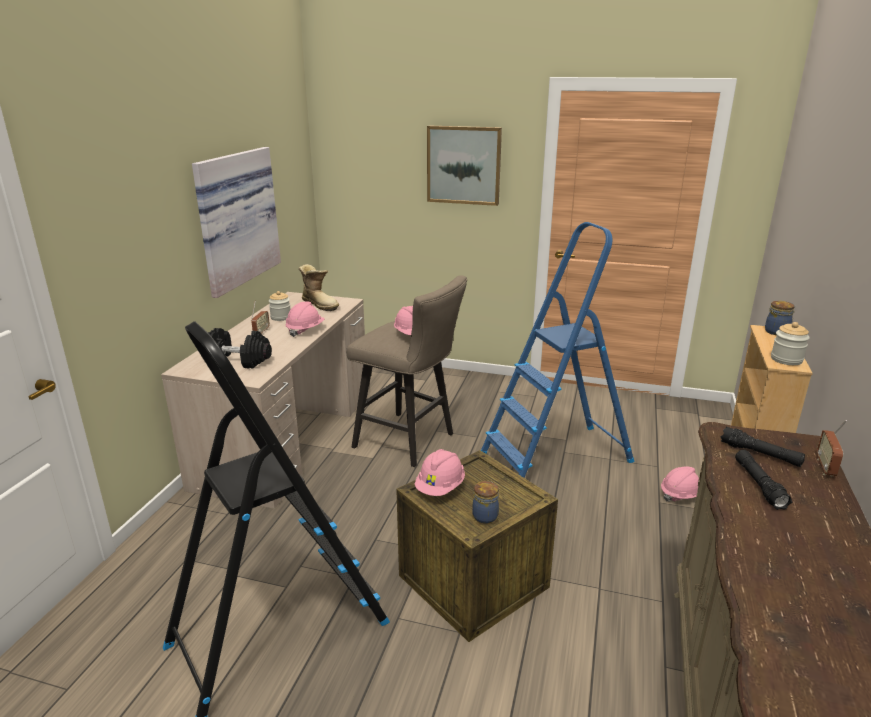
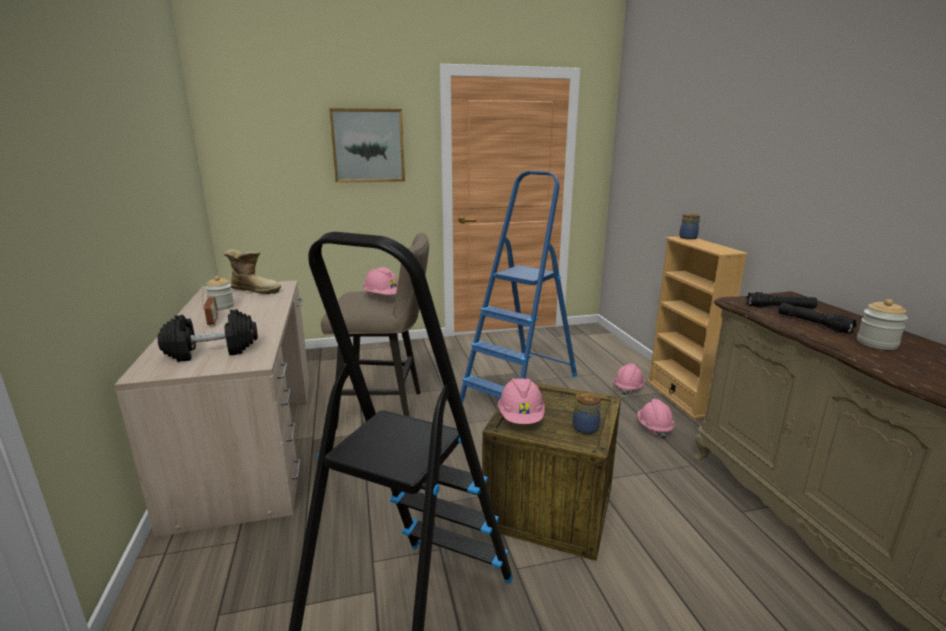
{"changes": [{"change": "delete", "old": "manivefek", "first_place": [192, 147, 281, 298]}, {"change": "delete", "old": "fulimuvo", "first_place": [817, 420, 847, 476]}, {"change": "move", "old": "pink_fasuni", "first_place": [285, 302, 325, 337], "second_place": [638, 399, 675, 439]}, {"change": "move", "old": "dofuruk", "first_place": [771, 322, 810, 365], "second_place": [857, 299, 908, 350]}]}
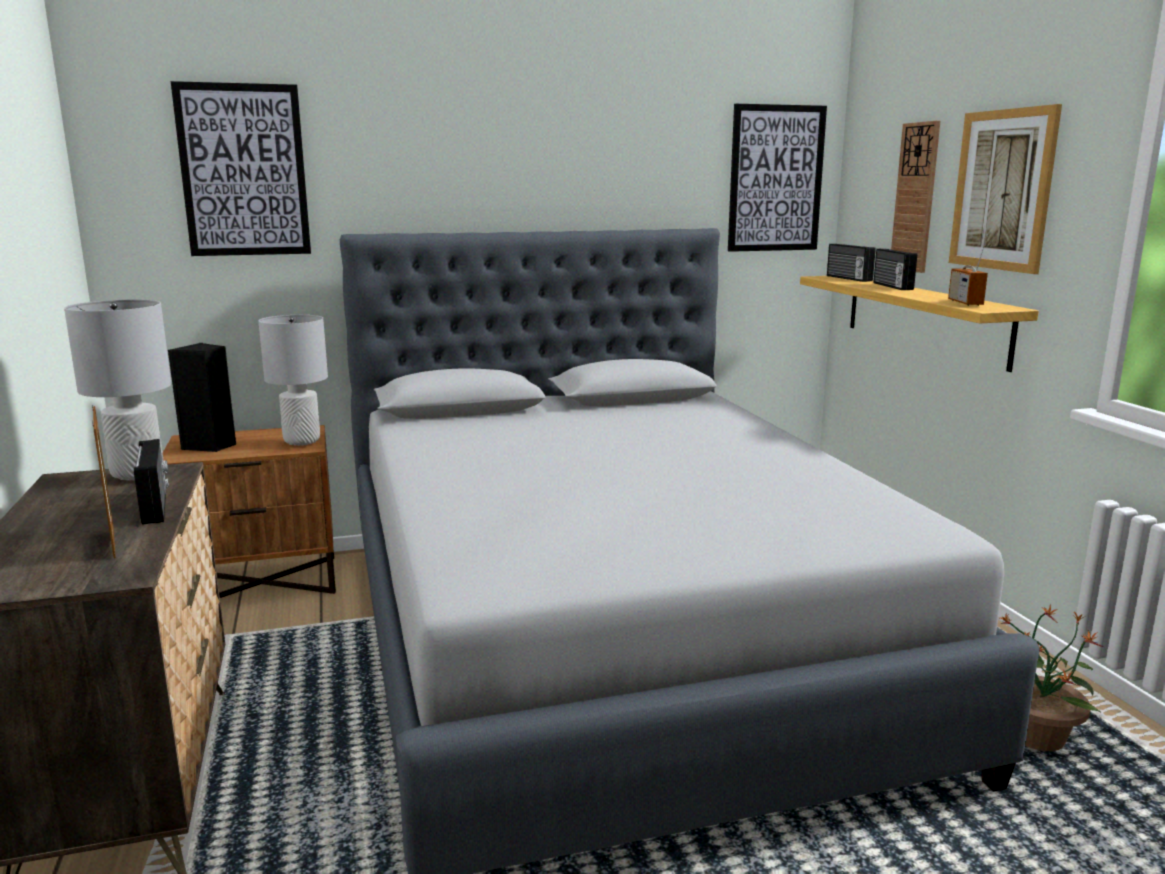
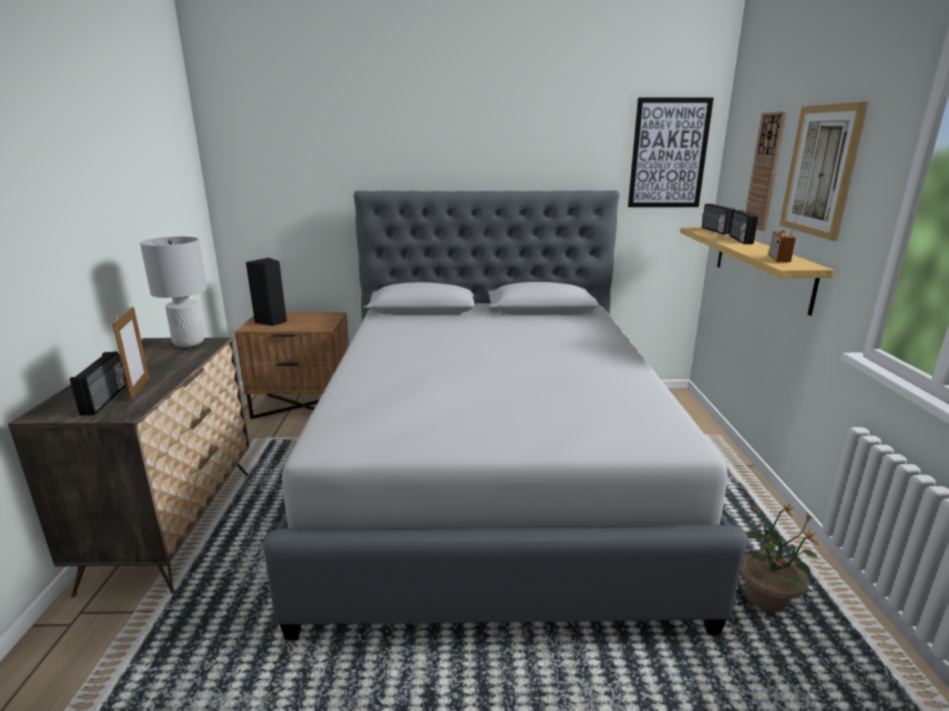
{"changes": [{"change": "delete", "old": "manivefek", "first_place": [171, 81, 311, 256]}, {"change": "delete", "old": "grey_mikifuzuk", "first_place": [258, 315, 328, 446]}, {"change": "move", "old": "fulimuvo", "first_place": [134, 439, 169, 525], "second_place": [70, 351, 126, 416]}]}
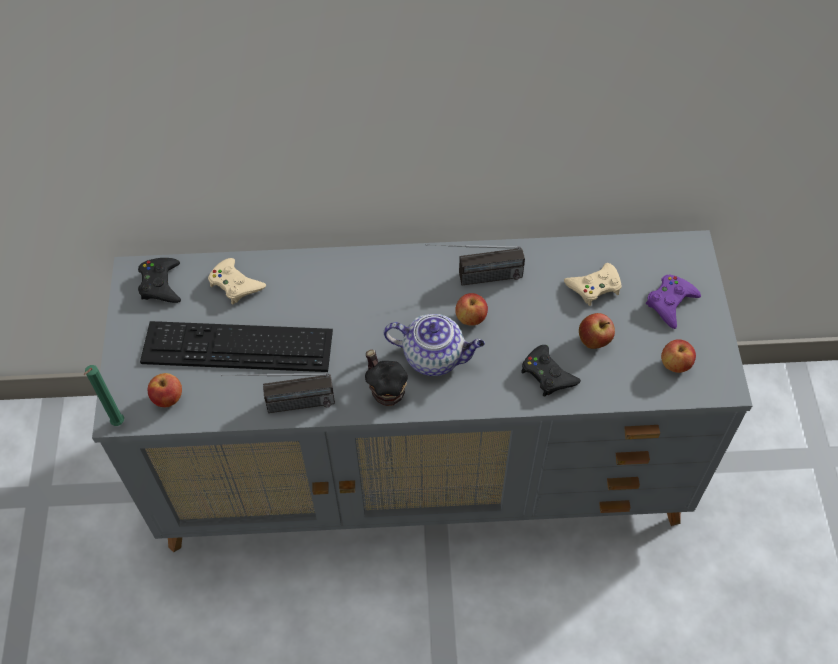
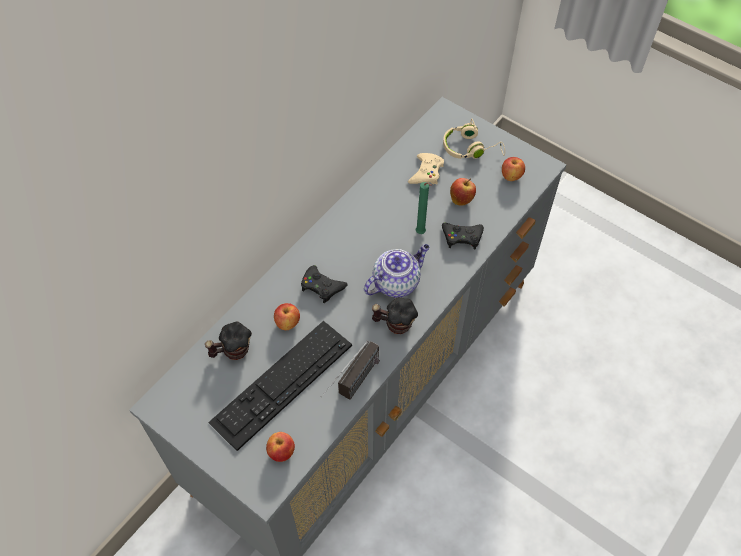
{"changes": [{"change": "delete", "old": "fulimuvo", "first_place": [426, 244, 525, 285]}, {"change": "move", "old": "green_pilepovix", "first_place": [84, 365, 124, 426], "second_place": [416, 182, 432, 234]}, {"change": "move", "old": "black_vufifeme", "first_place": [138, 258, 181, 303], "second_place": [301, 265, 348, 303]}, {"change": "move", "old": "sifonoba", "first_place": [455, 293, 488, 326], "second_place": [274, 303, 300, 330]}, {"change": "replace", "old": "beige_vufifeme", "new": "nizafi", "first_place": [208, 258, 266, 305], "second_place": [205, 322, 252, 360]}, {"change": "replace", "old": "purple_vufifeme", "new": "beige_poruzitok", "first_place": [646, 275, 701, 329], "second_place": [443, 119, 505, 159]}]}
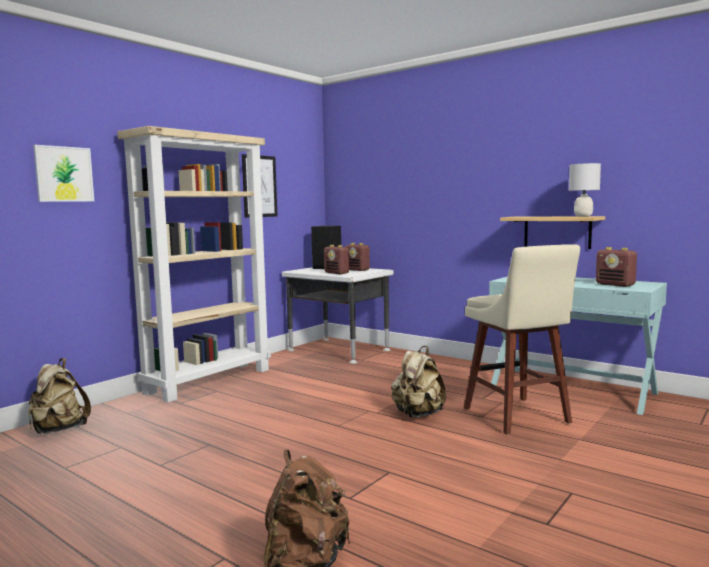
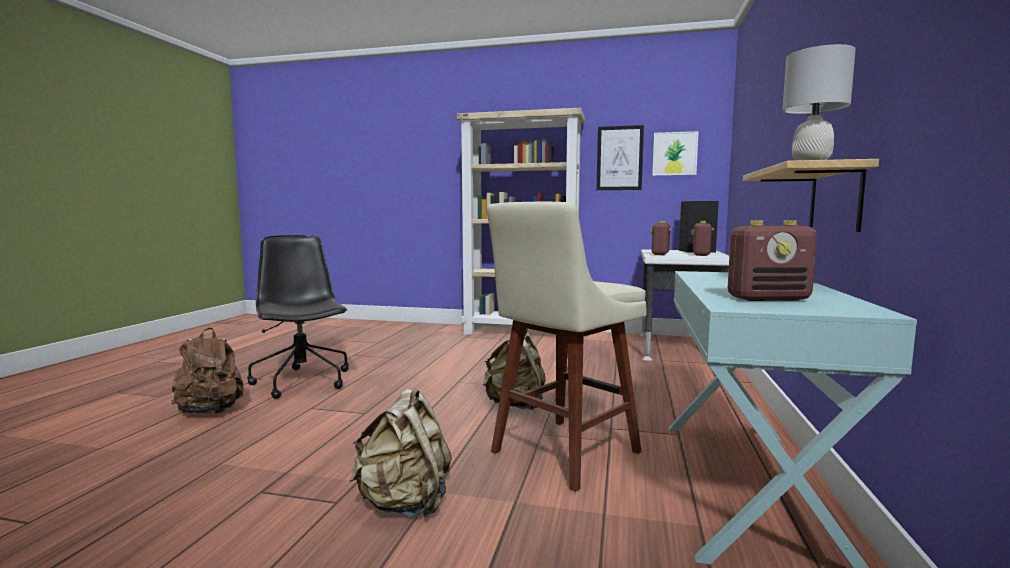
{"changes": [{"change": "insert", "new": "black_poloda", "second_place": [247, 235, 349, 399]}, {"change": "move", "old": "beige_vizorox", "first_place": [28, 358, 91, 434], "second_place": [349, 389, 452, 518]}, {"change": "move", "old": "manivefek", "first_place": [33, 145, 94, 202], "second_place": [652, 131, 699, 176]}, {"change": "rotate", "old": "fulimuvo", "first_place": [596, 247, 637, 287], "second_place": [728, 220, 817, 301], "degrees": -120}]}
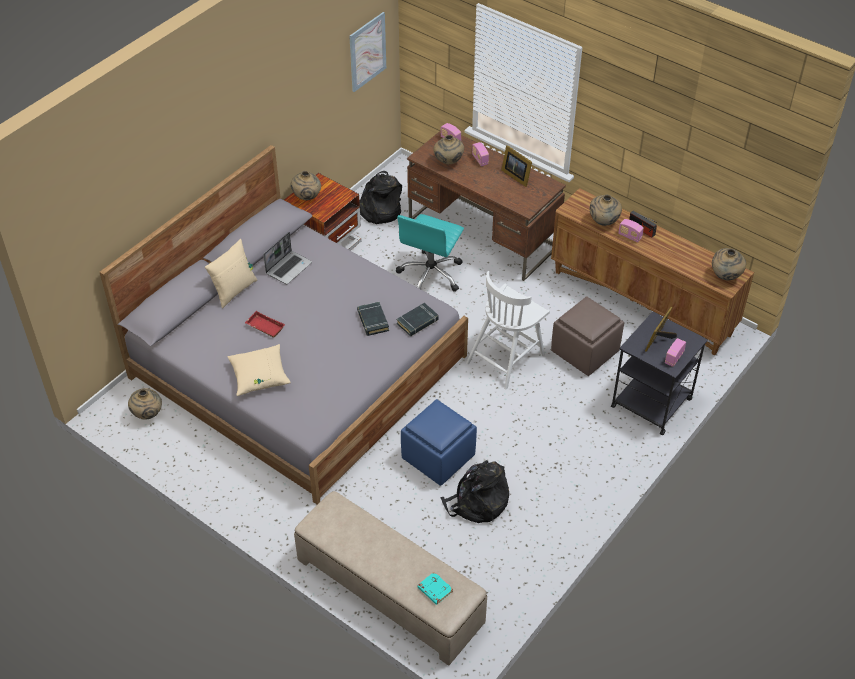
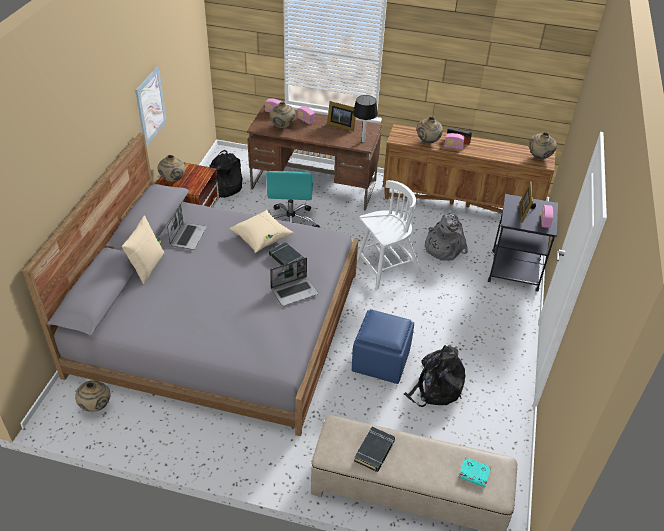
{"changes": [{"change": "delete", "old": "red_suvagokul", "first_place": [245, 311, 285, 337]}, {"change": "insert", "new": "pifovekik", "second_place": [270, 258, 318, 306]}, {"change": "insert", "new": "mikifuzuk", "second_place": [353, 95, 378, 142]}, {"change": "move", "old": "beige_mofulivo", "first_place": [228, 344, 291, 396], "second_place": [229, 210, 294, 253]}, {"change": "move", "old": "manivefek", "first_place": [349, 12, 386, 92], "second_place": [135, 67, 167, 146]}, {"change": "move", "old": "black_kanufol", "first_place": [397, 303, 439, 336], "second_place": [354, 427, 395, 472]}, {"change": "replace", "old": "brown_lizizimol", "new": "grey_vizorox", "first_place": [551, 296, 624, 376], "second_place": [424, 213, 468, 261]}, {"change": "rotate", "old": "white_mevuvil", "first_place": [466, 271, 550, 389], "second_place": [357, 180, 422, 289], "degrees": -135}]}
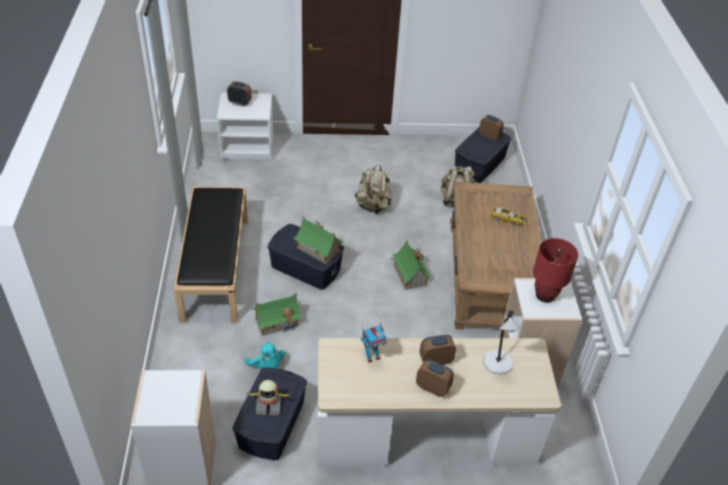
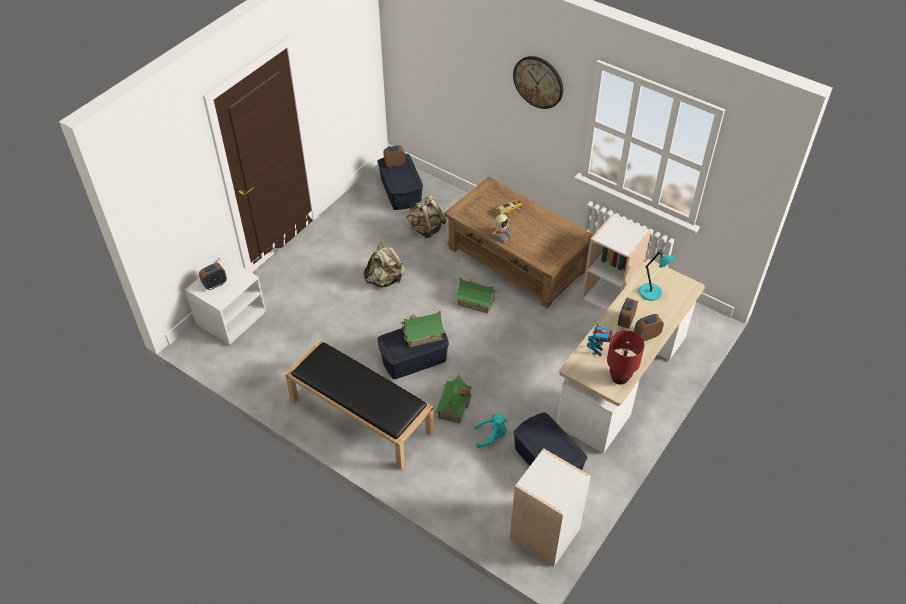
{"changes": [{"change": "insert", "new": "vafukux", "second_place": [513, 56, 563, 109]}, {"change": "move", "old": "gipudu", "first_place": [247, 380, 292, 415], "second_place": [490, 214, 514, 243]}, {"change": "move", "old": "red_mikifuzuk", "first_place": [533, 238, 578, 303], "second_place": [607, 330, 645, 385]}, {"change": "recolor", "old": "grey_mikifuzuk", "new": "turquoise_mikifuzuk", "first_place": [483, 311, 524, 374], "second_place": [639, 250, 675, 301]}]}
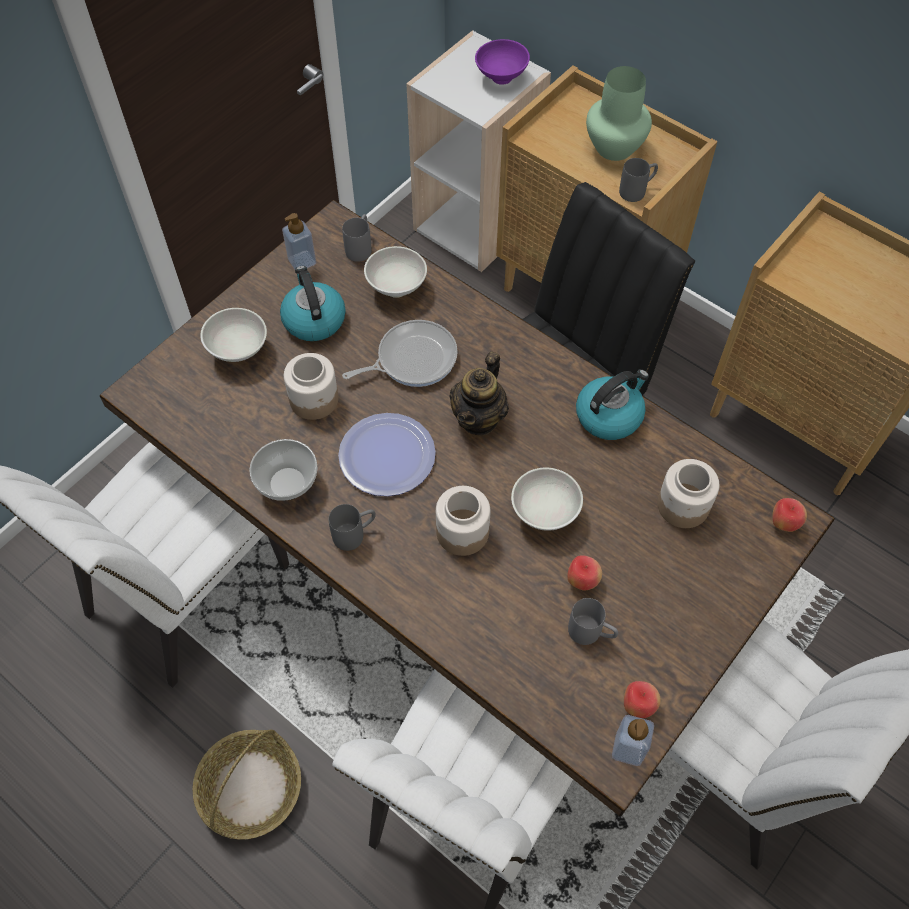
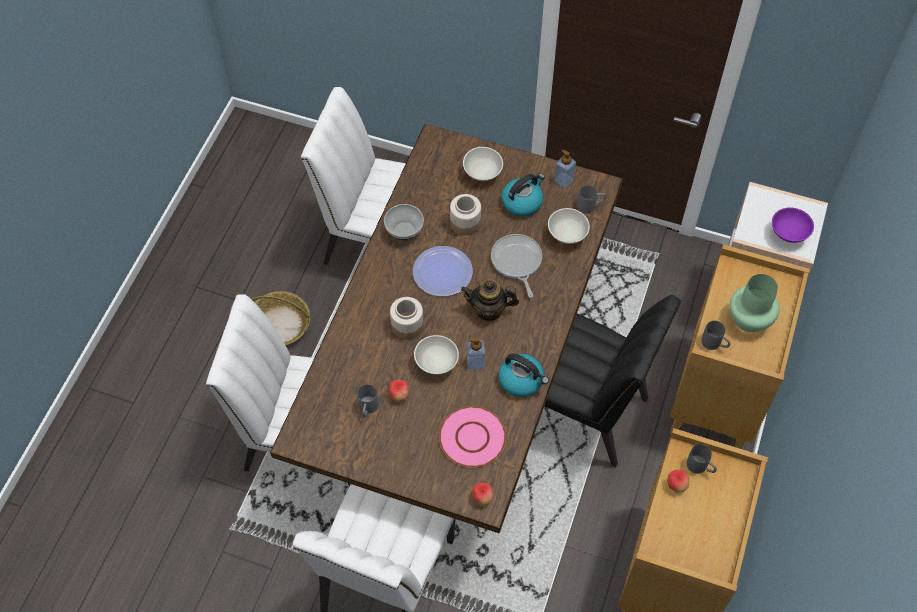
{"changes": [{"change": "move", "old": "grey_nizafi", "first_place": [329, 504, 376, 551], "second_place": [687, 444, 717, 474]}, {"change": "move", "old": "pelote", "first_place": [612, 715, 654, 766], "second_place": [467, 337, 485, 370]}, {"change": "move", "old": "sifonoba", "first_place": [624, 681, 661, 718], "second_place": [667, 470, 689, 493]}, {"change": "replace", "old": "dofuruk", "new": "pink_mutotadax", "first_place": [658, 459, 719, 528], "second_place": [439, 406, 506, 468]}, {"change": "rotate", "old": "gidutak", "first_place": [342, 320, 458, 387], "second_place": [491, 234, 542, 298], "degrees": -150}]}
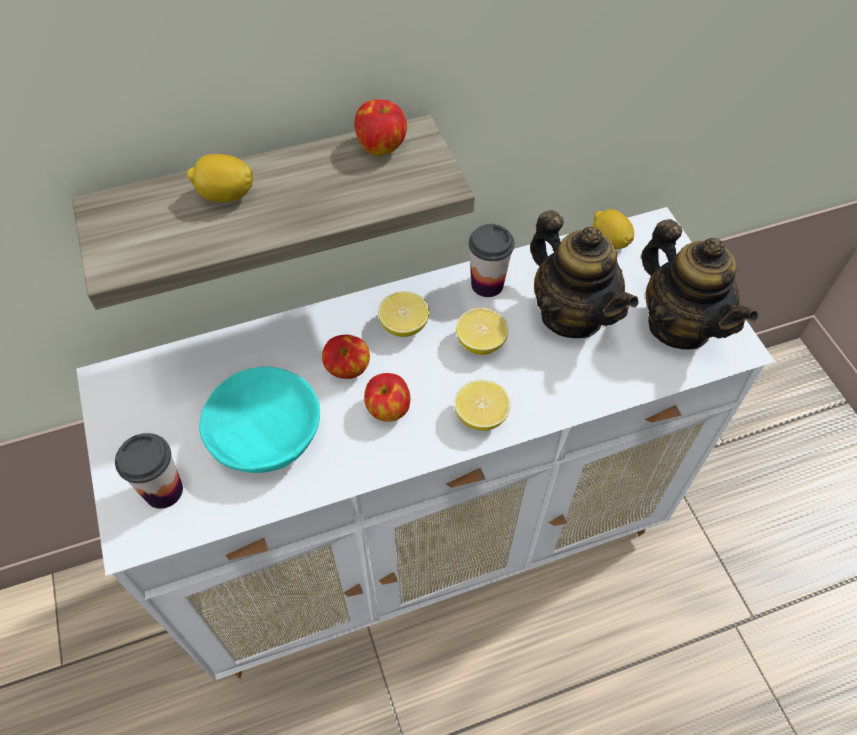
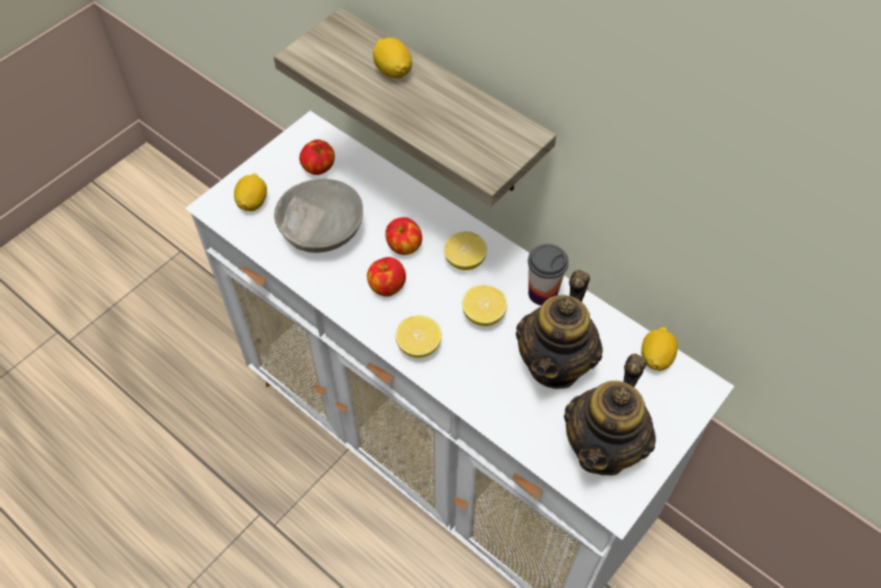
{"changes": [{"change": "move", "old": "sifonoba", "first_place": [354, 99, 407, 156], "second_place": [299, 139, 335, 175]}, {"change": "replace", "old": "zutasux", "new": "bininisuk", "first_place": [115, 433, 183, 509], "second_place": [234, 173, 267, 211]}, {"change": "recolor", "old": "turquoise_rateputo", "new": "grey_rateputo", "first_place": [199, 367, 320, 473], "second_place": [274, 179, 363, 253]}]}
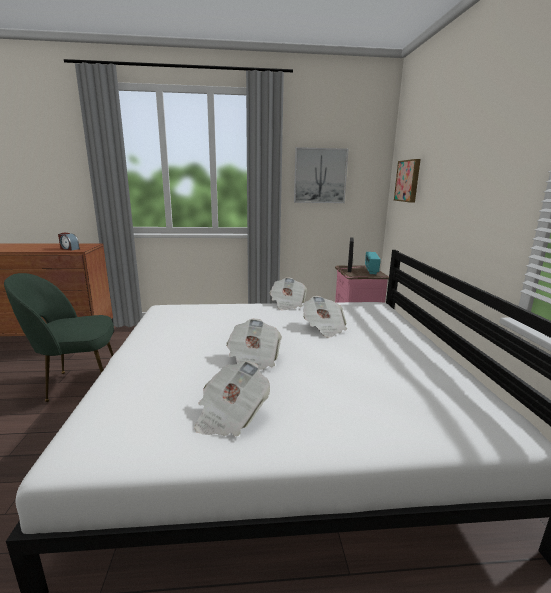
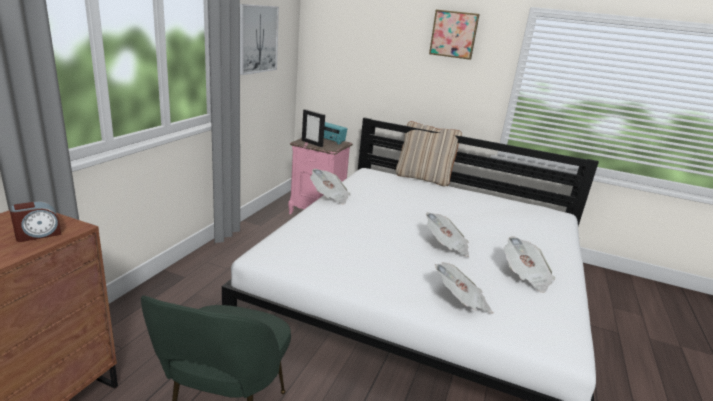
{"changes": [{"change": "insert", "new": "beige_mofulivo", "second_place": [396, 121, 462, 186]}, {"change": "move", "old": "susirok", "first_place": [303, 296, 347, 338], "second_place": [435, 262, 493, 314]}, {"change": "move", "old": "manivefek", "first_place": [394, 159, 421, 203], "second_place": [429, 10, 480, 60]}]}
